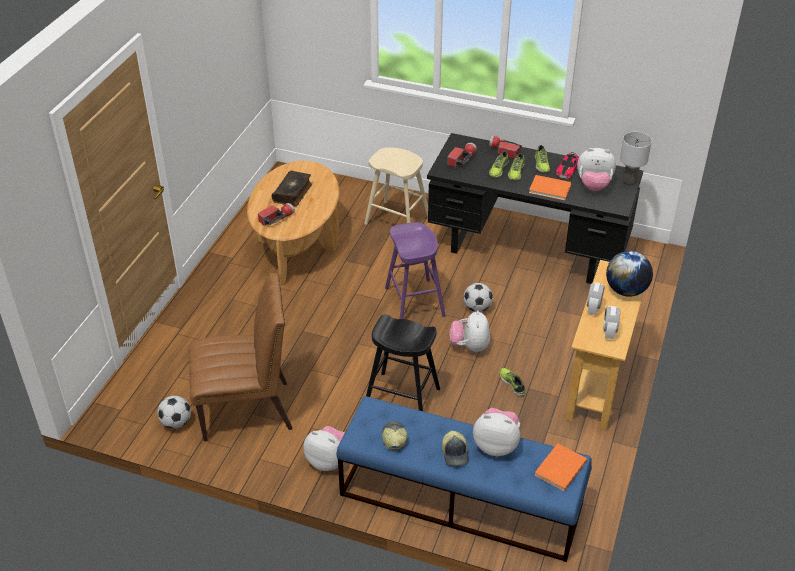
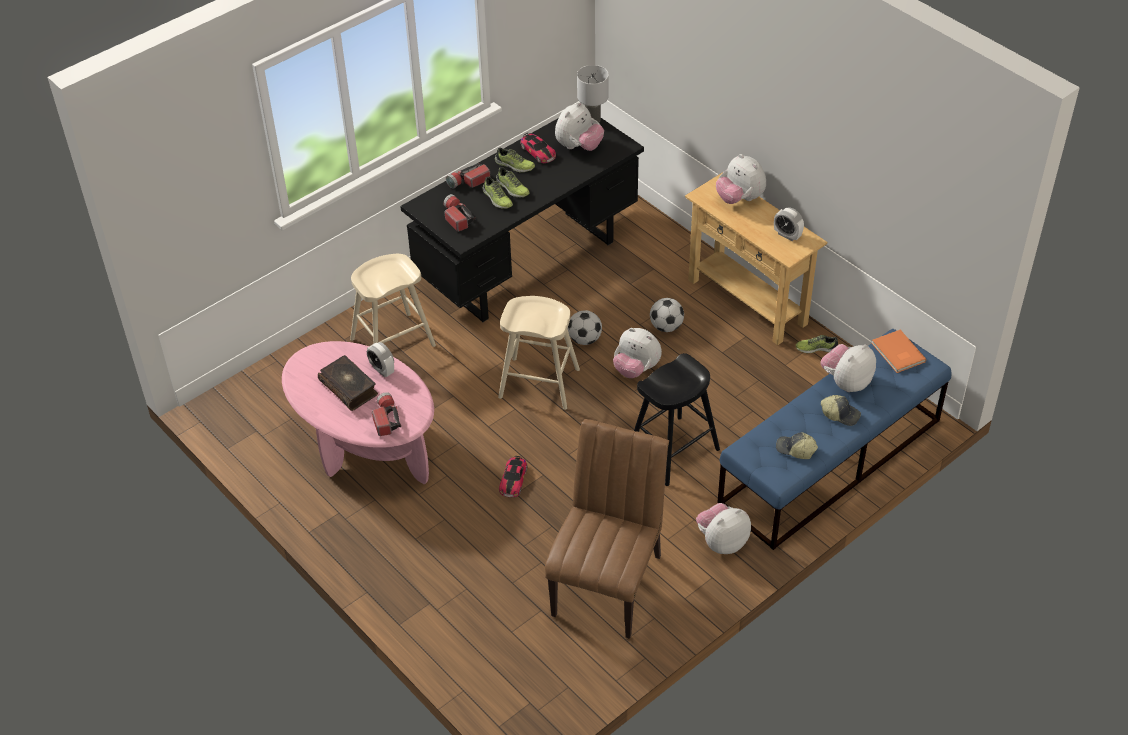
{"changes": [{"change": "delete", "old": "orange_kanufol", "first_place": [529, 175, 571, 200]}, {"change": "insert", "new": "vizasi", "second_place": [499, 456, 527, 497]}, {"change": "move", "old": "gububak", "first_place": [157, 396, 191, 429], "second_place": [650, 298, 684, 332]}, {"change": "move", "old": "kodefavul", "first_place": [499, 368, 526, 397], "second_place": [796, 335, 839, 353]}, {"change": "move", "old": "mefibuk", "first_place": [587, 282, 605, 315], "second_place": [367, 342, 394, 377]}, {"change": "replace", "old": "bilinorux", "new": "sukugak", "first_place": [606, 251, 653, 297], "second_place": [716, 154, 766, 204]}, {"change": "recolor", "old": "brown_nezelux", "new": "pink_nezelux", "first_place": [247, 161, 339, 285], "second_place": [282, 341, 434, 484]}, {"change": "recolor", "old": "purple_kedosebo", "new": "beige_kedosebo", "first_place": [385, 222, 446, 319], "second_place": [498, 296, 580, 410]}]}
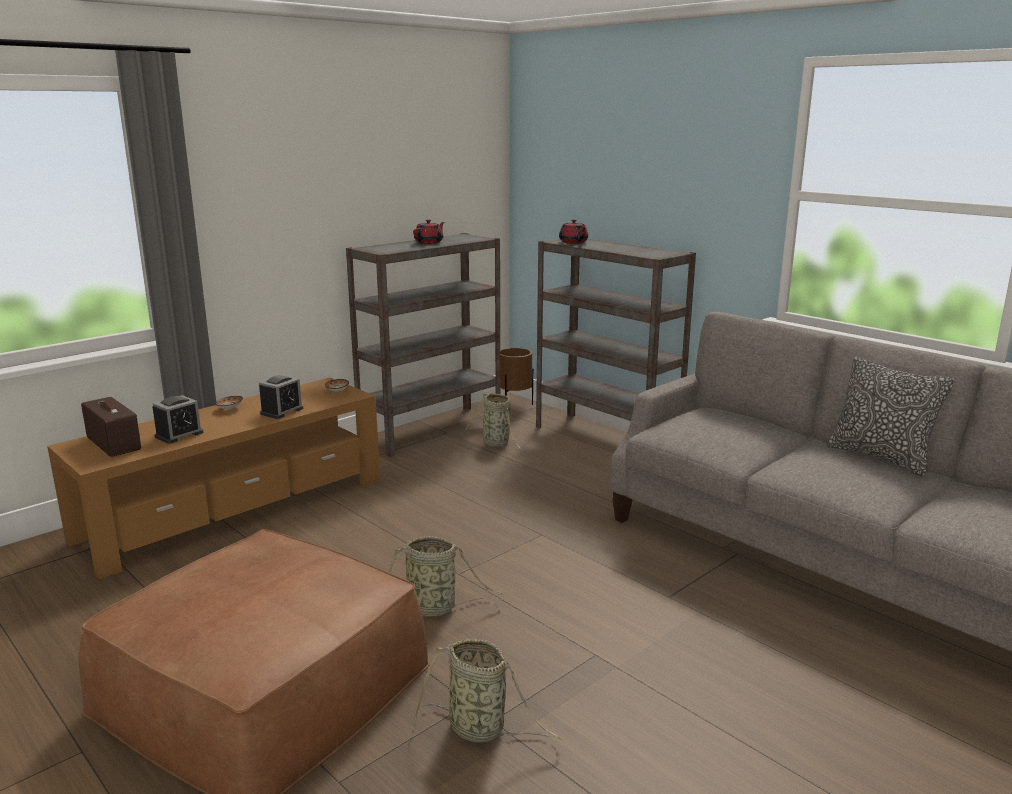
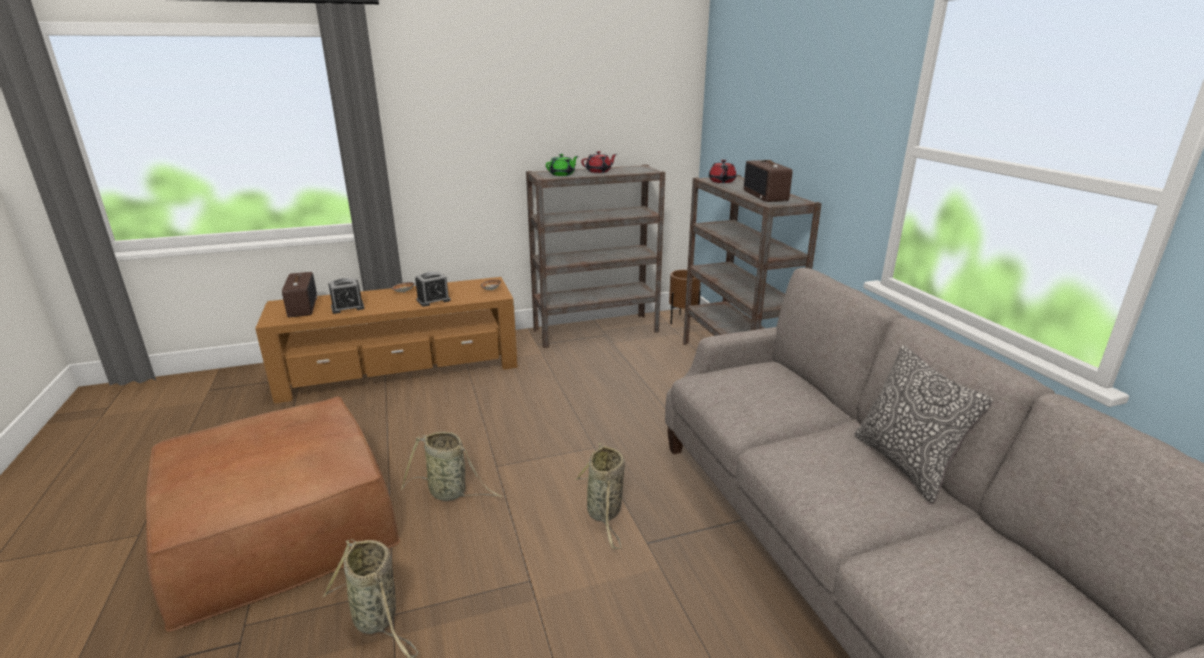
{"changes": [{"change": "insert", "new": "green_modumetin", "second_place": [546, 154, 578, 176]}, {"change": "insert", "new": "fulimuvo", "second_place": [744, 160, 793, 202]}, {"change": "move", "old": "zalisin", "first_place": [465, 392, 525, 452], "second_place": [575, 443, 625, 549]}]}
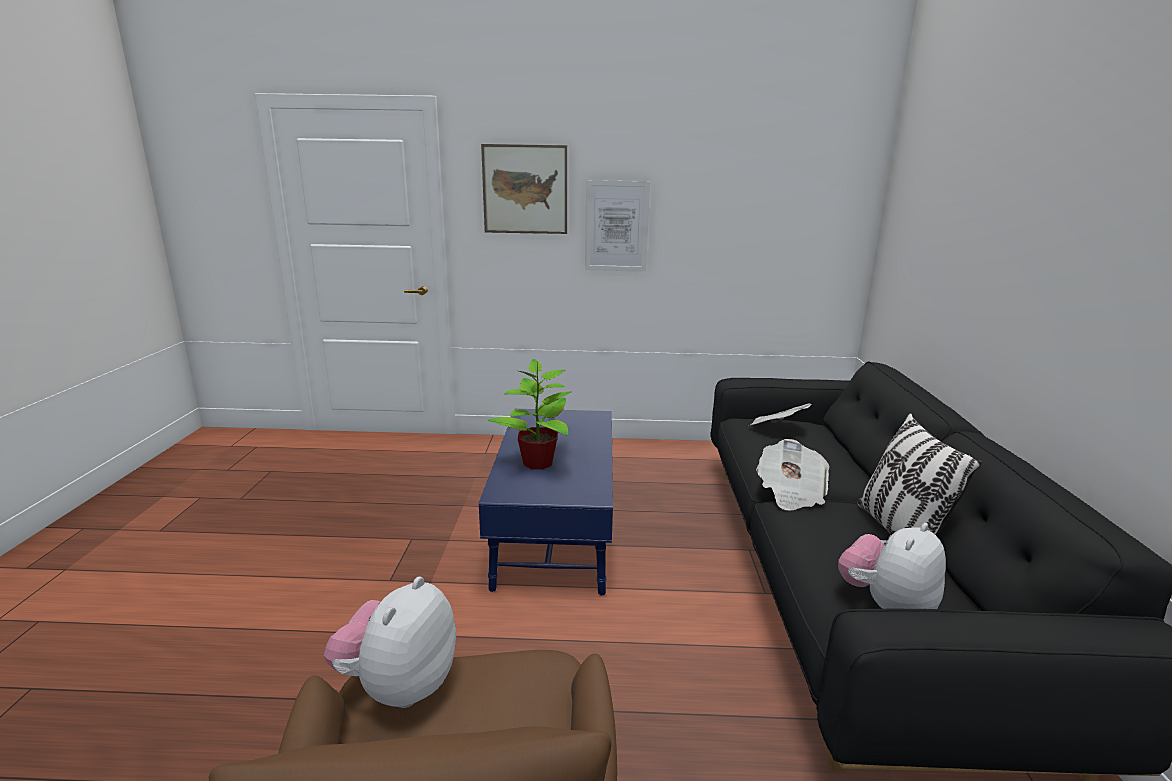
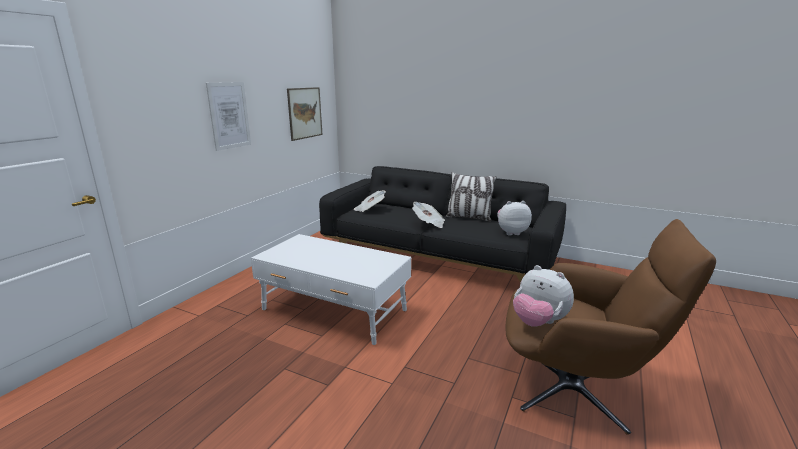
{"changes": [{"change": "delete", "old": "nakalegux", "first_place": [487, 359, 571, 469]}, {"change": "move", "old": "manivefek", "first_place": [481, 144, 567, 234], "second_place": [287, 87, 323, 141]}, {"change": "recolor", "old": "blue_nezelux", "new": "white_nezelux", "first_place": [479, 409, 613, 595], "second_place": [251, 234, 411, 345]}, {"change": "rotate", "old": "sukugak", "first_place": [838, 523, 946, 609], "second_place": [497, 201, 532, 235], "degrees": 105}]}
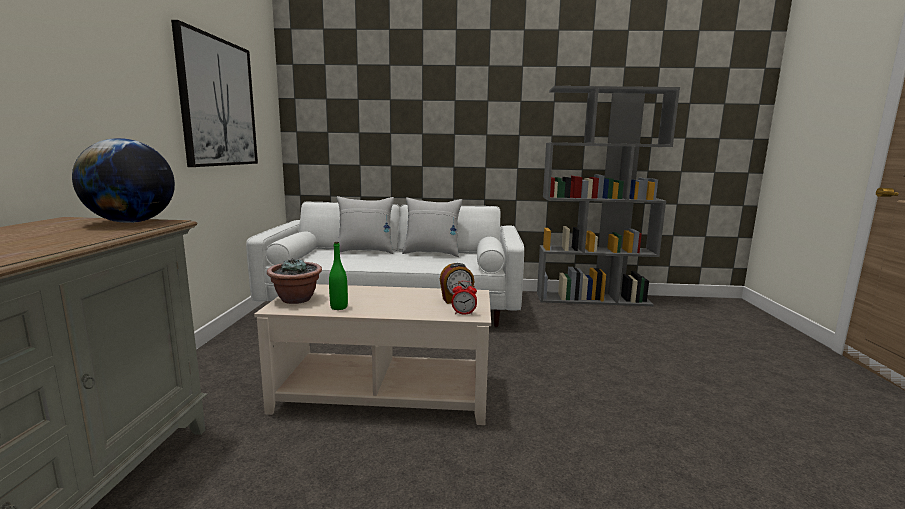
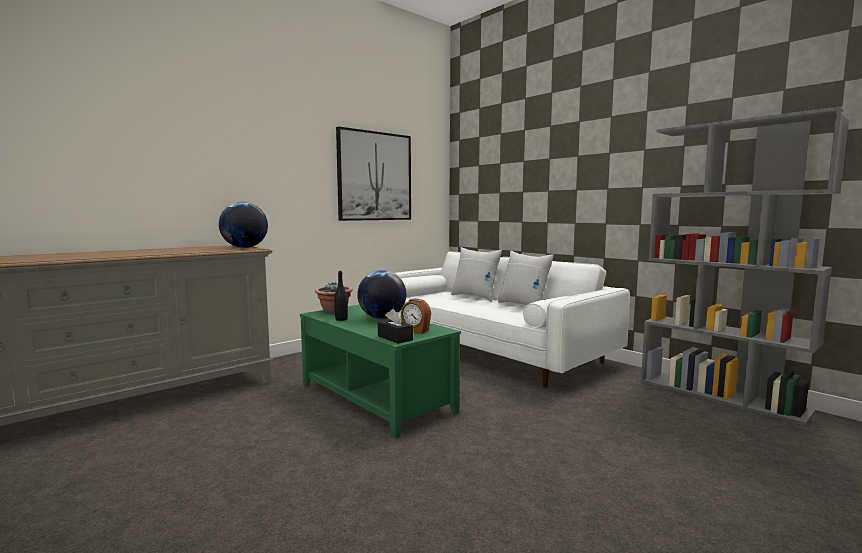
{"changes": [{"change": "insert", "new": "bilinorux", "second_place": [357, 270, 406, 319]}, {"change": "replace", "old": "mefibuk", "new": "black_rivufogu", "first_place": [451, 281, 477, 315], "second_place": [378, 309, 413, 344]}, {"change": "recolor", "old": "beige_nezelux", "new": "green_nezelux", "first_place": [254, 284, 491, 425], "second_place": [300, 305, 461, 439]}, {"change": "recolor", "old": "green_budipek", "new": "black_budipek", "first_place": [329, 242, 348, 310], "second_place": [334, 271, 348, 321]}]}
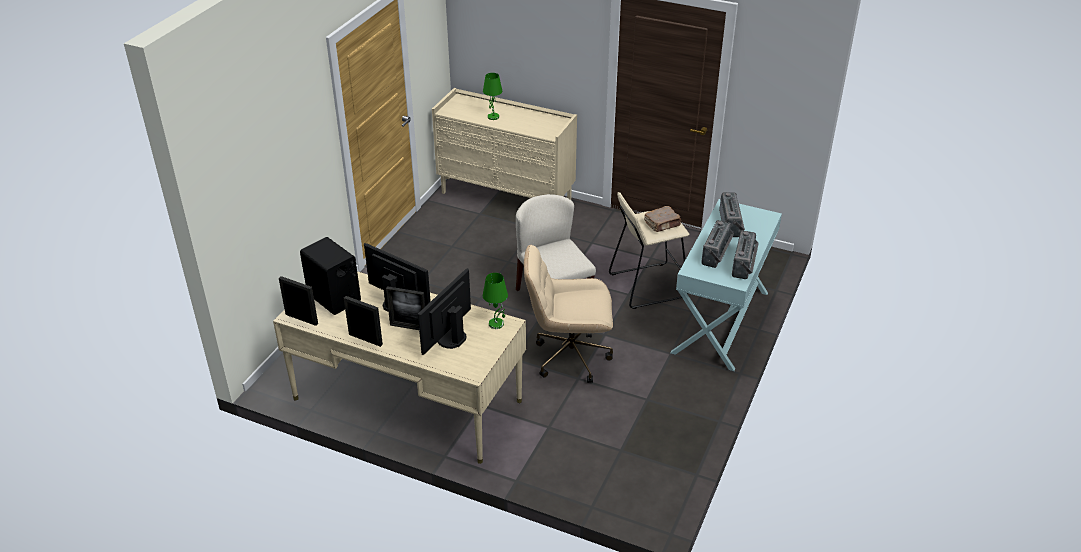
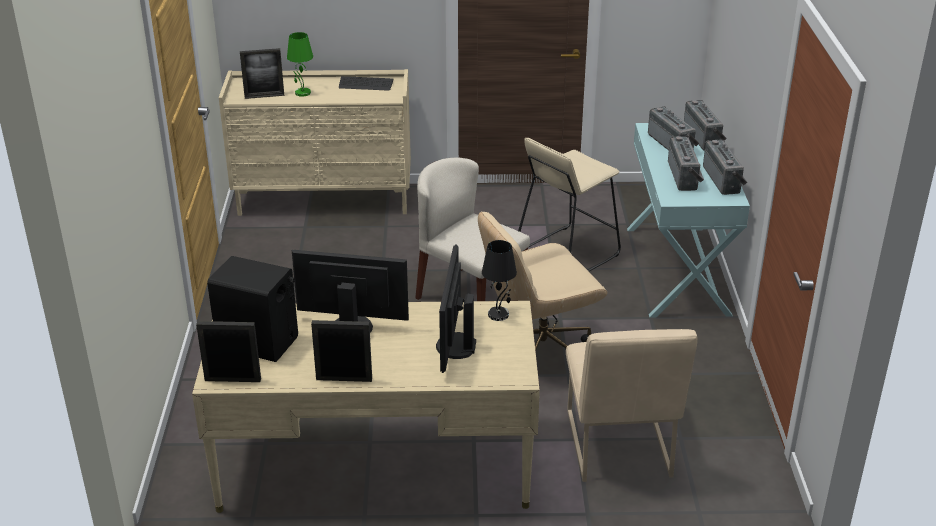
{"changes": [{"change": "delete", "old": "brown_kanufol", "first_place": [644, 206, 681, 232]}, {"change": "insert", "new": "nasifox", "second_place": [339, 76, 393, 91]}, {"change": "insert", "new": "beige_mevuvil", "second_place": [566, 329, 698, 482]}, {"change": "insert", "new": "fulimuvo", "second_place": [684, 100, 727, 151]}, {"change": "move", "old": "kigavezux", "first_place": [386, 286, 425, 330], "second_place": [240, 48, 284, 99]}, {"change": "recolor", "old": "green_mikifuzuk", "new": "black_mikifuzuk", "first_place": [483, 273, 508, 329], "second_place": [482, 240, 517, 321]}]}
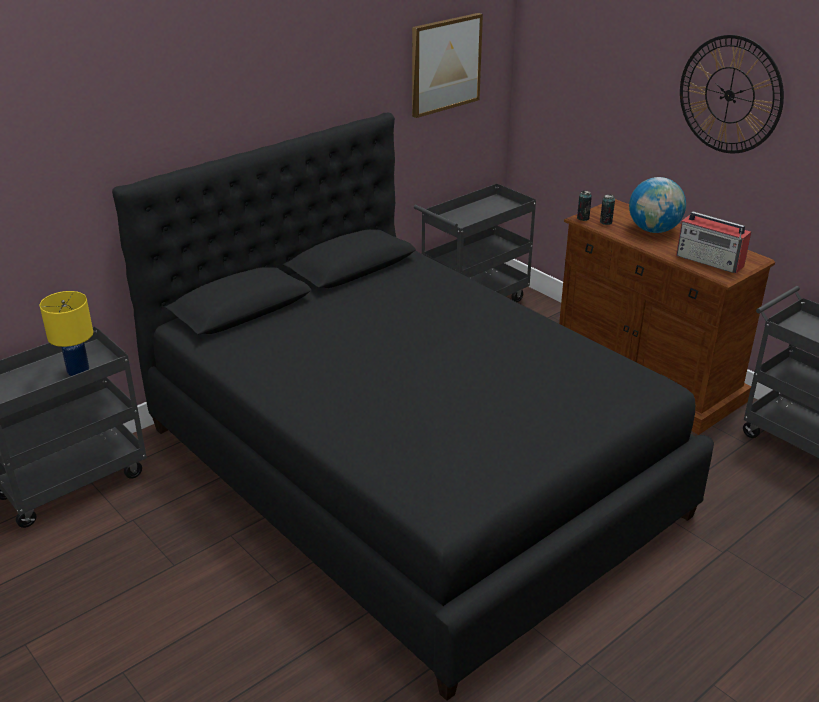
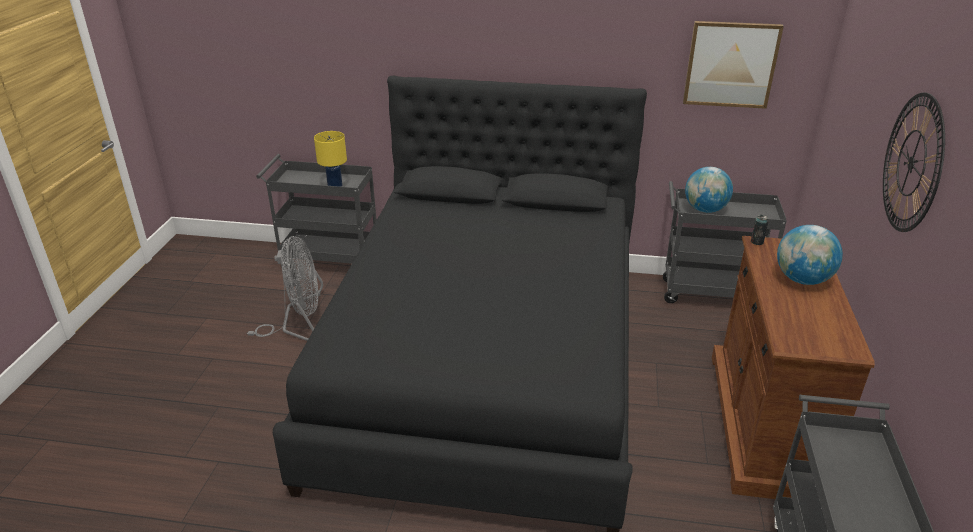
{"changes": [{"change": "delete", "old": "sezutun", "first_place": [600, 194, 615, 225]}, {"change": "delete", "old": "fulimuvo", "first_place": [676, 211, 751, 273]}, {"change": "insert", "new": "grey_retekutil", "second_place": [246, 236, 323, 341]}, {"change": "insert", "new": "bilinorux", "second_place": [685, 167, 733, 213]}]}
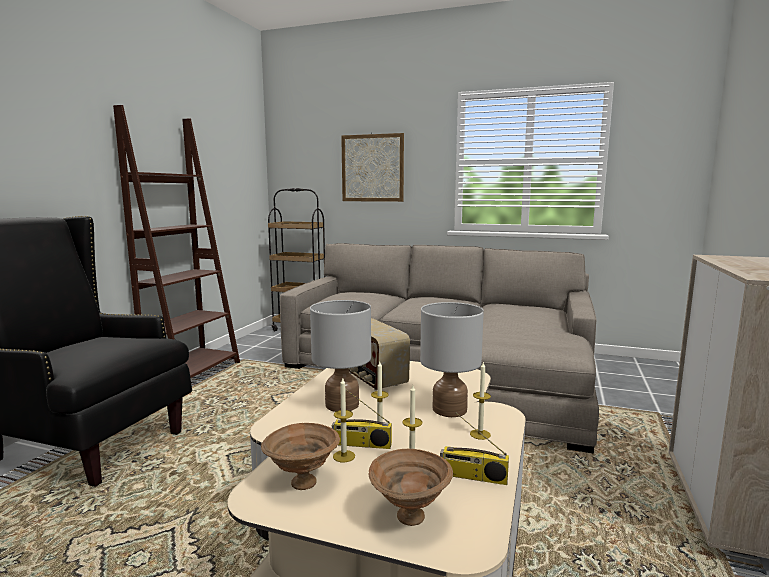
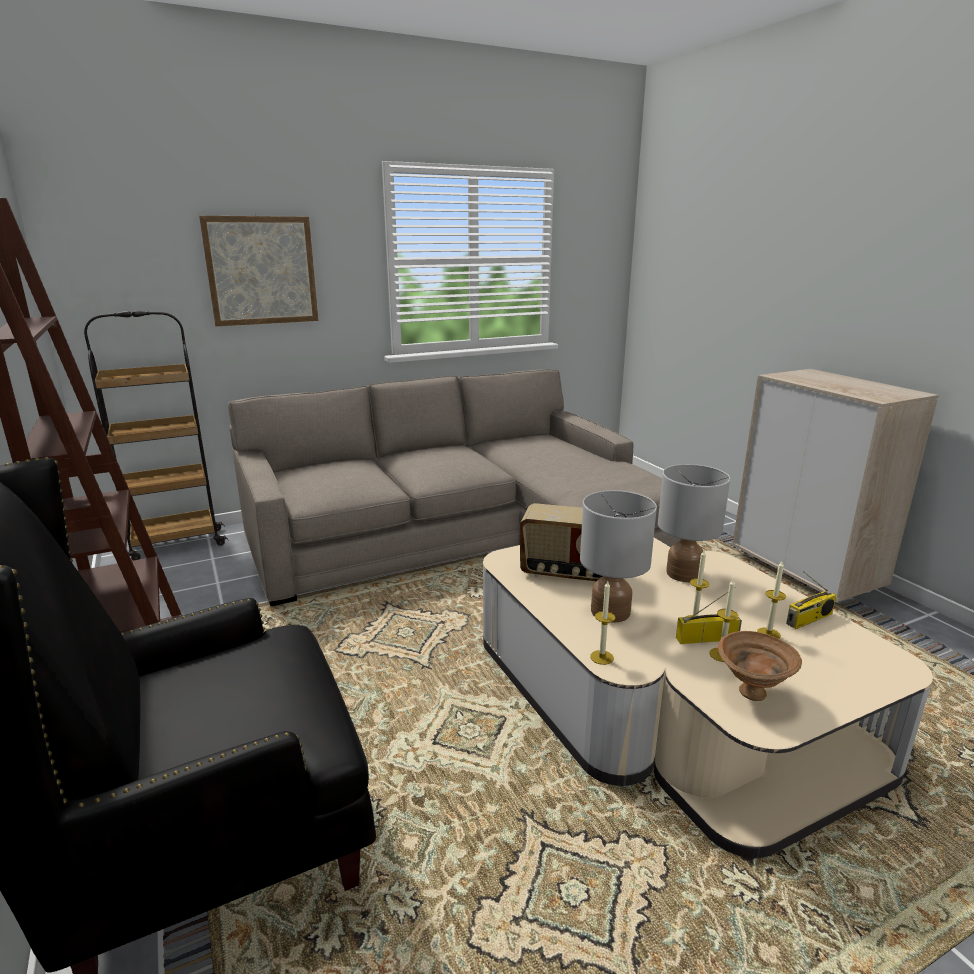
{"changes": [{"change": "delete", "old": "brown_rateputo", "first_place": [369, 449, 453, 526]}, {"change": "move", "old": "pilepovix", "first_place": [470, 362, 491, 440], "second_place": [590, 581, 615, 665]}, {"change": "rotate", "old": "fulimuvo", "first_place": [332, 389, 392, 449], "second_place": [676, 592, 742, 644], "degrees": -150}]}
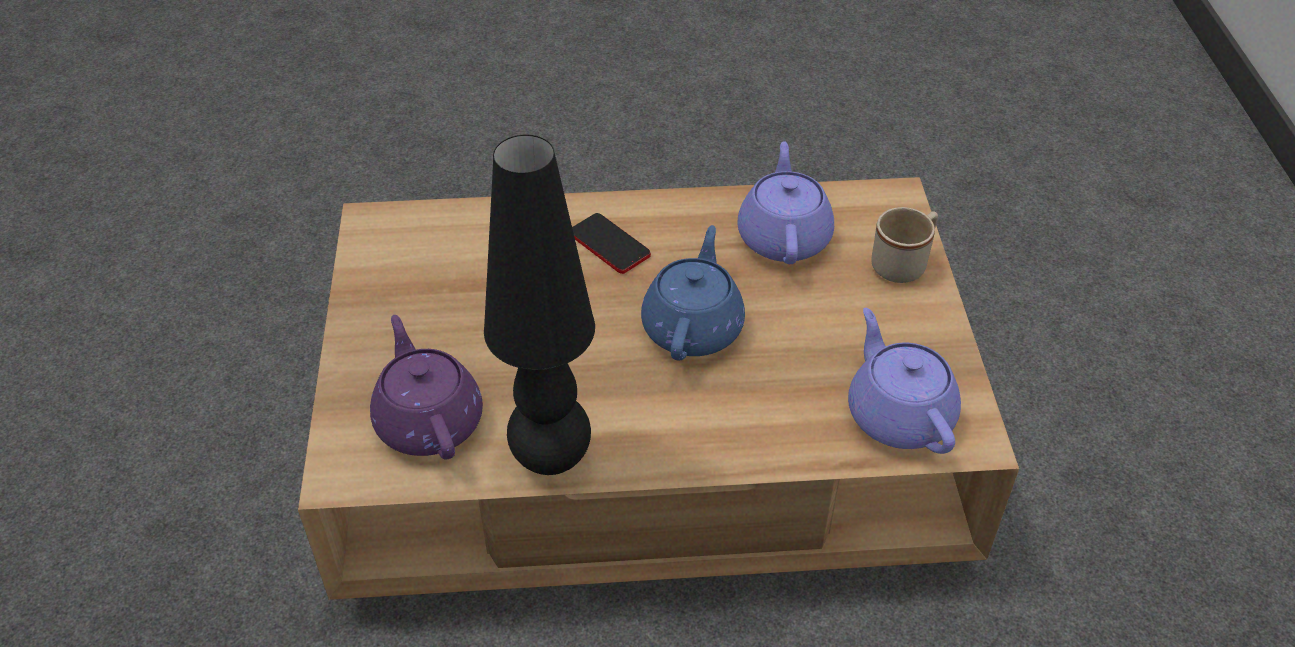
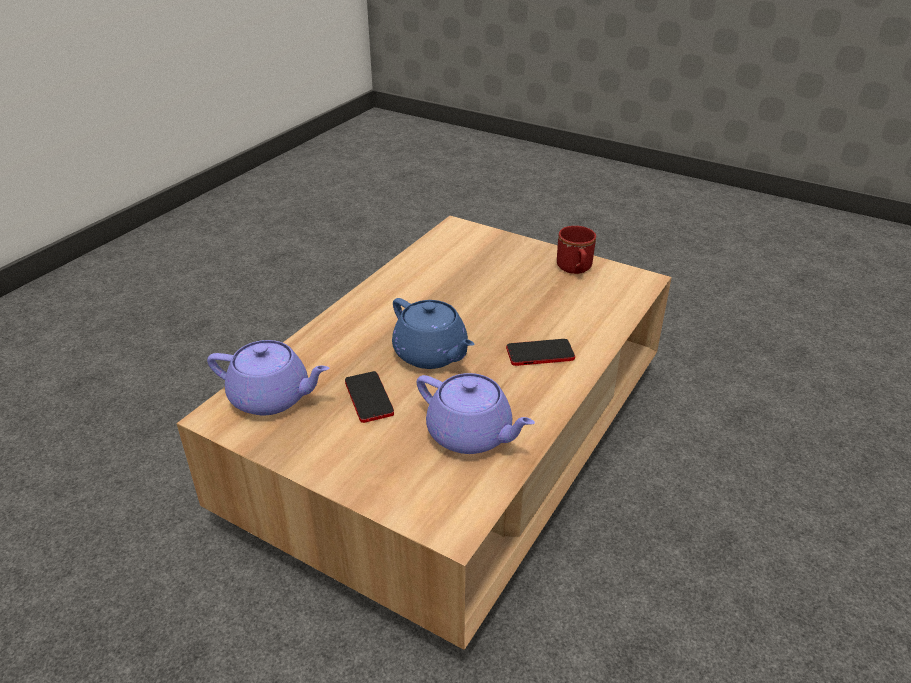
{"changes": [{"change": "delete", "old": "purple_modumetin", "first_place": [370, 315, 483, 460]}, {"change": "delete", "old": "black_mikifuzuk", "first_place": [484, 135, 595, 475]}, {"change": "delete", "old": "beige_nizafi", "first_place": [871, 207, 938, 283]}, {"change": "insert", "new": "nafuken", "second_place": [345, 371, 394, 423]}, {"change": "insert", "new": "red_nizafi", "second_place": [557, 226, 596, 274]}]}
